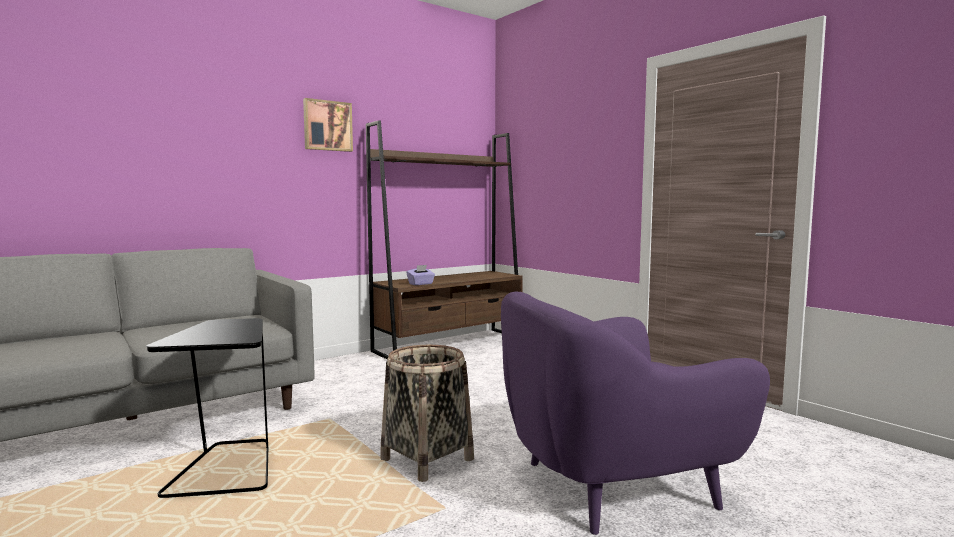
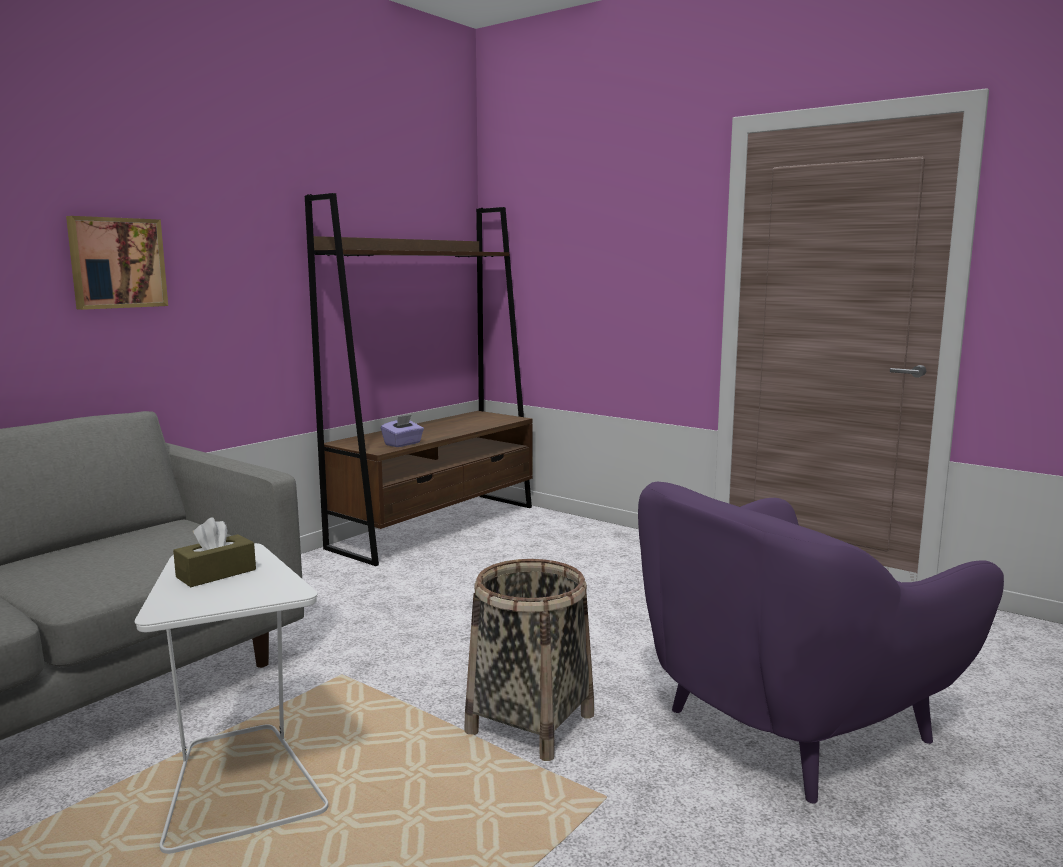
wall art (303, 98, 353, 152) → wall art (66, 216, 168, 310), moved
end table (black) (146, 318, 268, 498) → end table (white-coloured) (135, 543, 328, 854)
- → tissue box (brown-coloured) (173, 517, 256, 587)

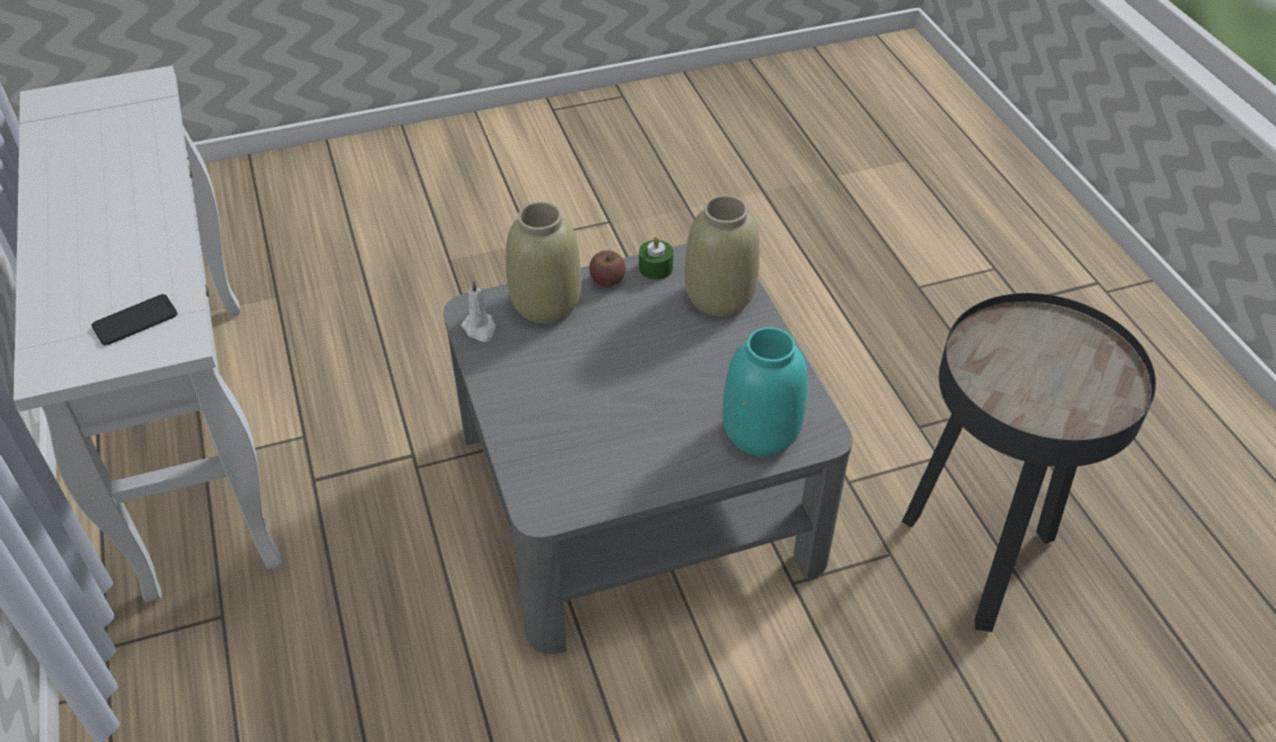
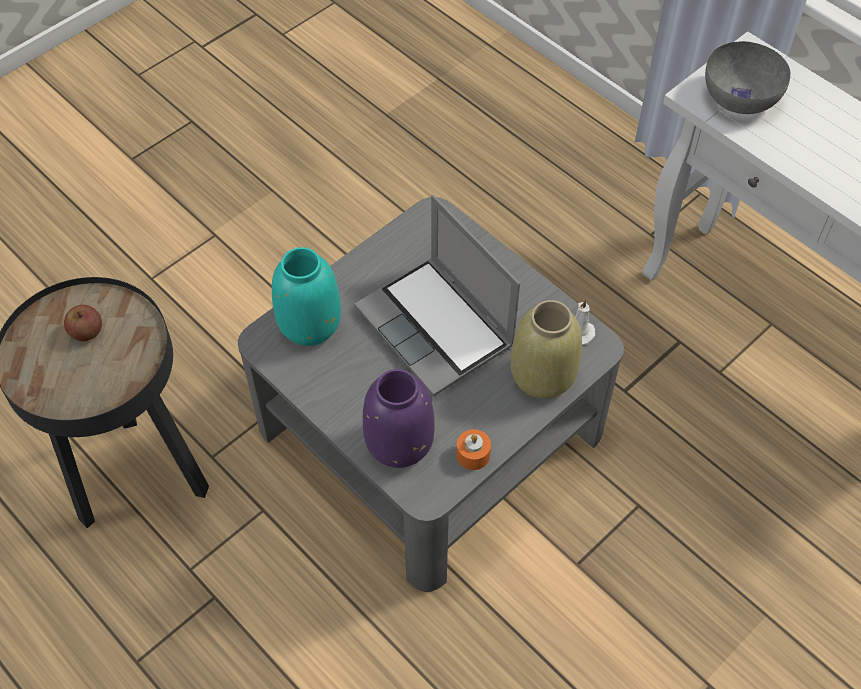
apple (589, 250, 626, 287) → apple (64, 305, 102, 341), moved
- → portable computer (354, 195, 520, 397)
decorative vase (beige) (685, 195, 760, 317) → decorative vase (purplish) (363, 369, 435, 468)
wax candle (green) (639, 236, 673, 280) → wax candle (orange-coloured) (456, 429, 491, 470)
phone (92, 294, 177, 345) → serving bowl (gray) (705, 41, 791, 114)

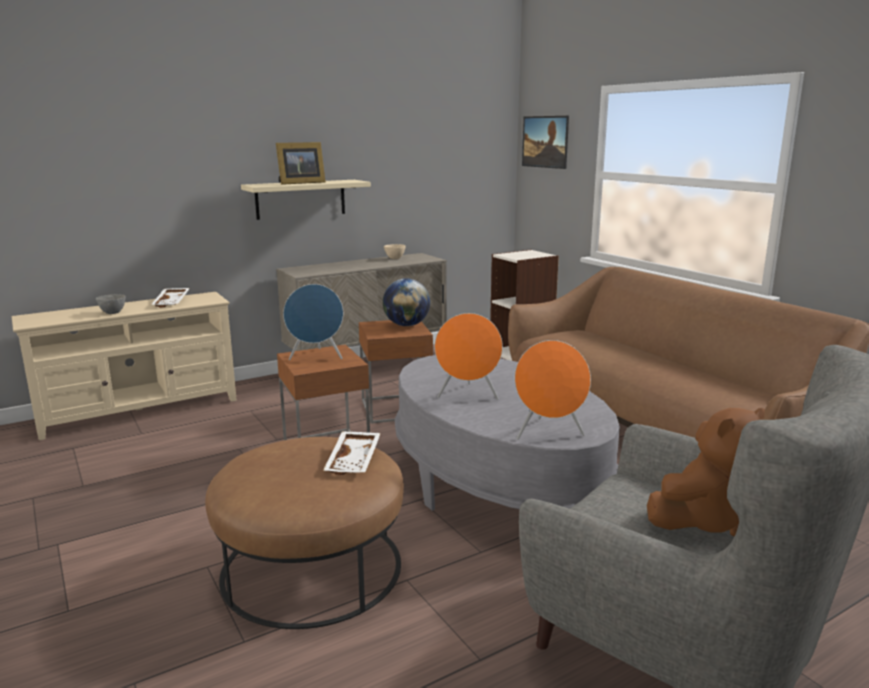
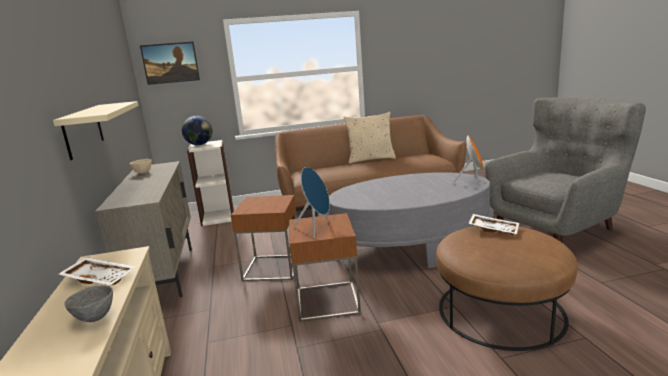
desk globe (383, 278, 430, 326) → desk globe (182, 116, 213, 145), moved
- → throw pillow (beige) (343, 112, 396, 164)
standing frame (276, 142, 326, 185) → -
loudspeaker (orange-coloured) (435, 313, 503, 399) → -
plush toy (brown-coloured) (647, 408, 765, 536) → -

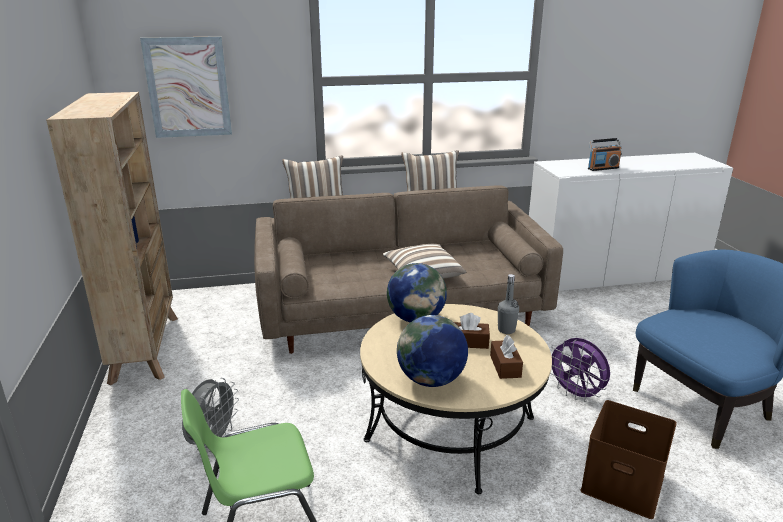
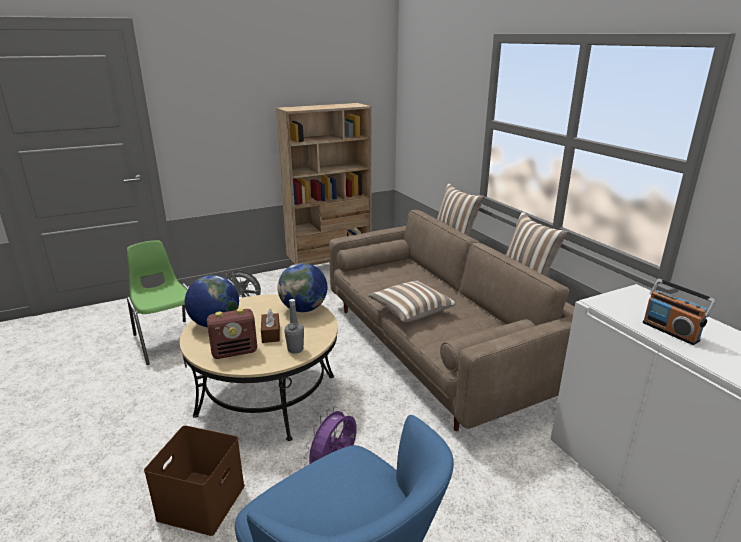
tissue box (brown-coloured) (490, 335, 523, 379) → radio receiver (207, 308, 257, 359)
wall art (140, 36, 232, 138) → -

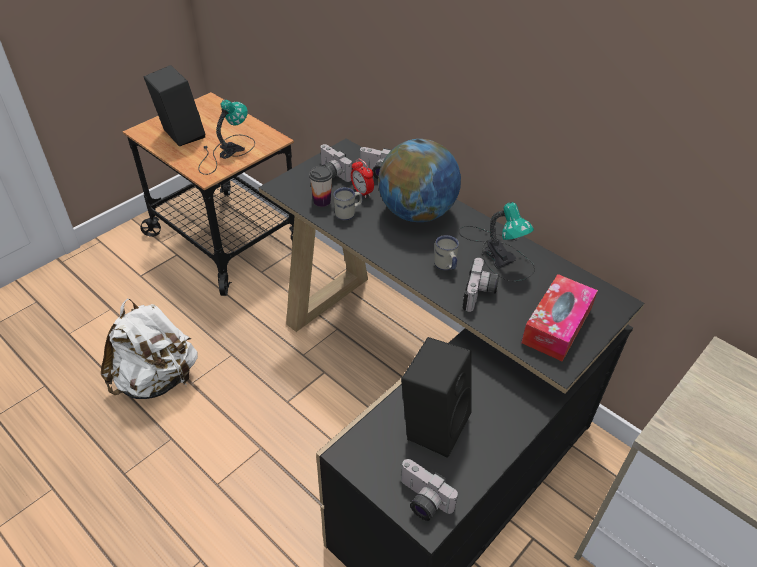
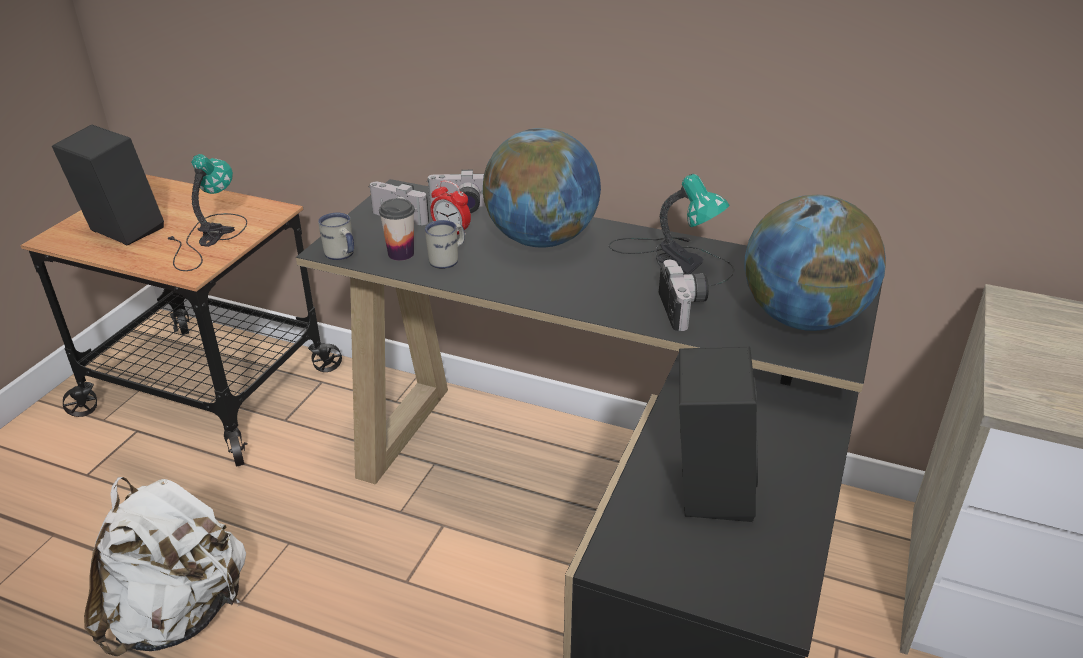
coffee mug (white-coloured) (434, 235, 459, 271) → coffee mug (white-coloured) (318, 213, 354, 260), moved
tissue box (521, 274, 598, 362) → desk globe (744, 195, 886, 331)
still camera (401, 459, 458, 521) → -

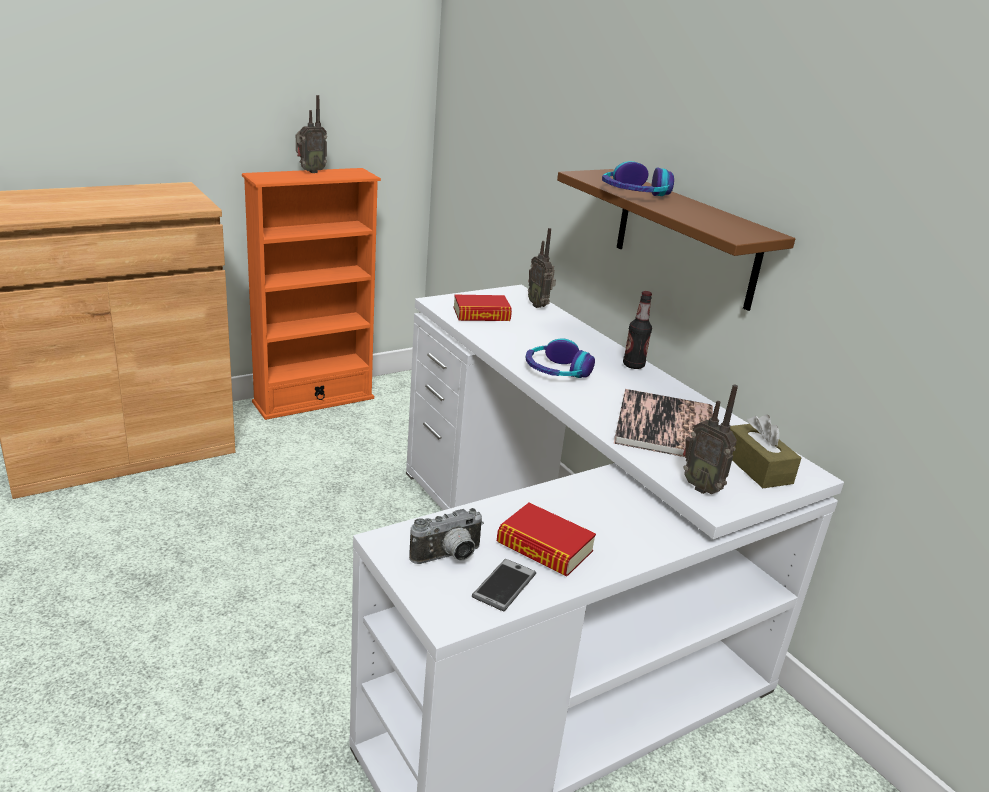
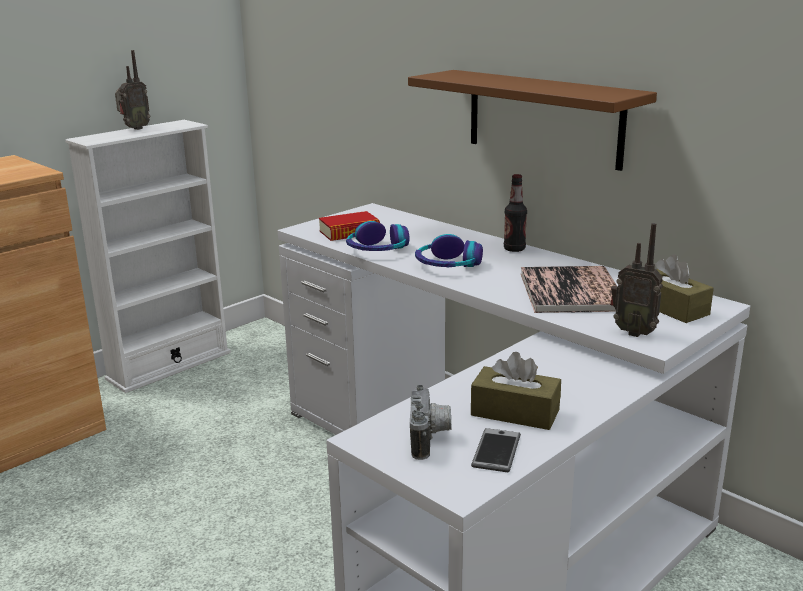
shelving unit (orange-coloured) (242, 168, 381, 420) → shelving unit (white-coloured) (65, 120, 231, 393)
pair of headphones (602, 161, 674, 196) → pair of headphones (346, 221, 410, 251), moved
still camera (409, 508, 484, 564) → still camera (410, 385, 452, 460), 45 degrees counterclockwise
bound book (497, 503, 596, 577) → tissue box (brown-coloured) (471, 352, 561, 430)
radio receiver (528, 228, 556, 308) → -

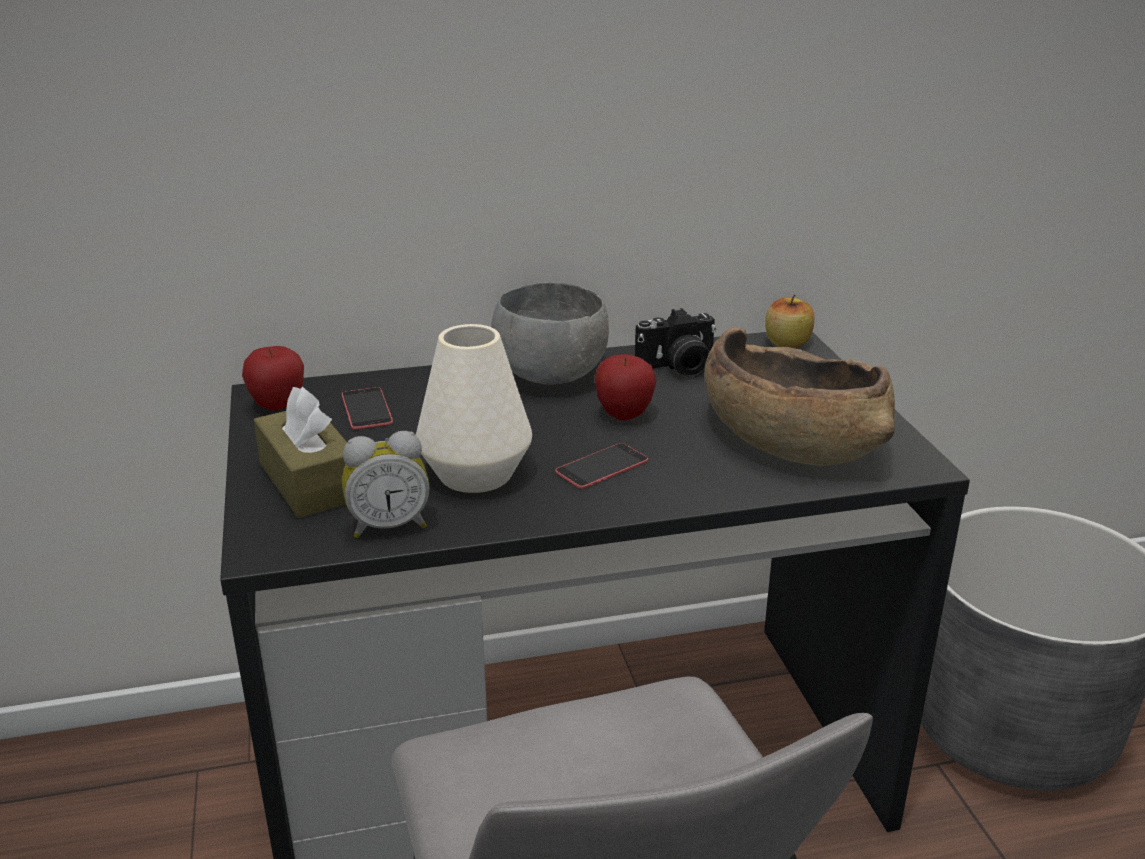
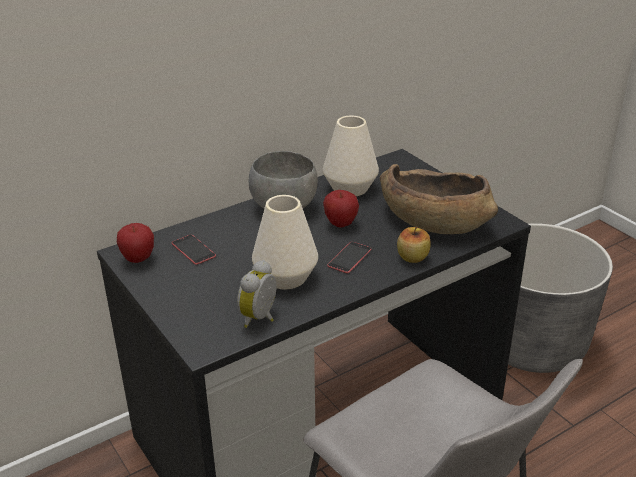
alarm clock (342, 431, 430, 538) → alarm clock (237, 260, 277, 328), 150 degrees clockwise
still camera (635, 308, 716, 377) → decorative vase (white-coloured) (323, 116, 379, 196)
apple (765, 294, 814, 348) → apple (397, 227, 431, 263), moved
tissue box (brown-coloured) (254, 387, 347, 518) → -

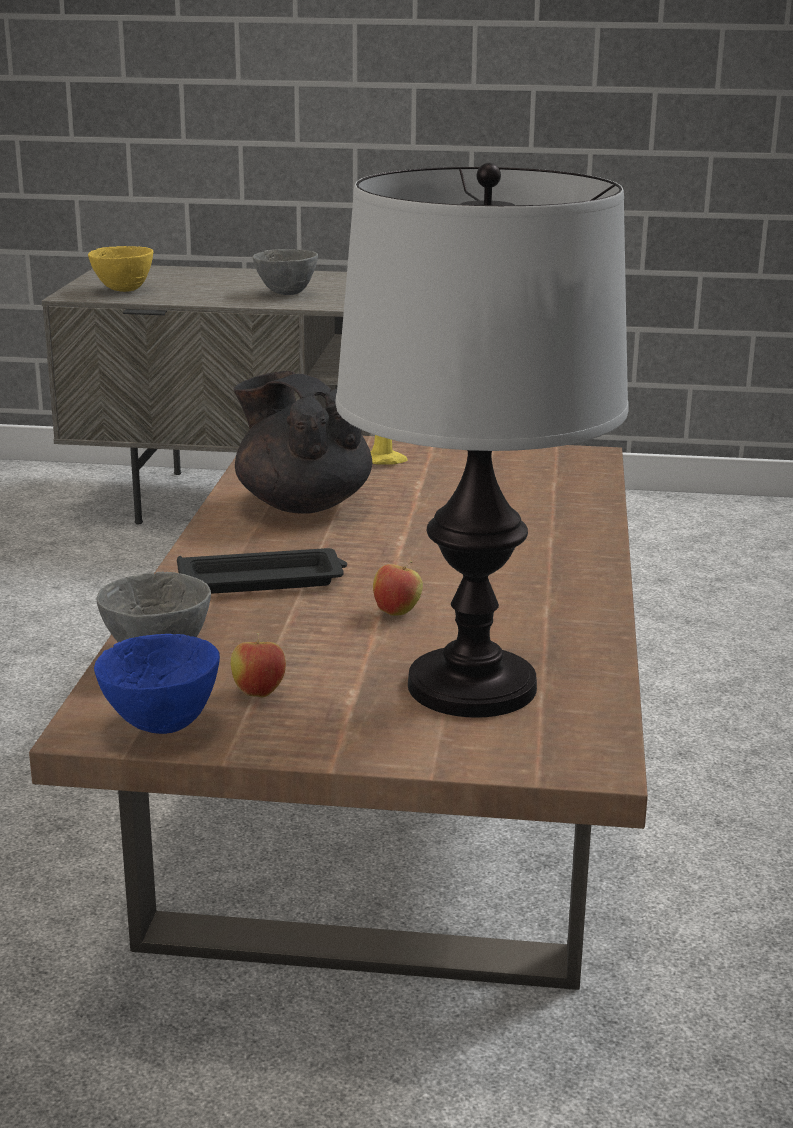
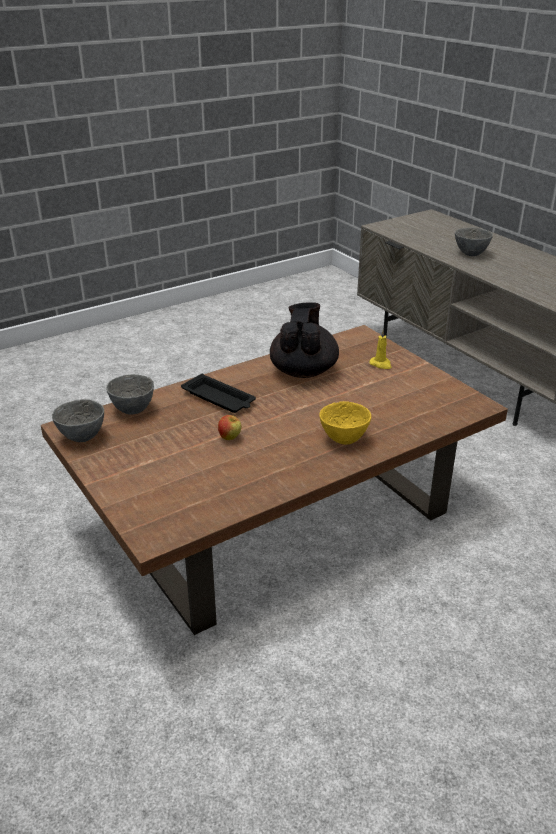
serving bowl (blue-coloured) (94, 634, 220, 734) → serving bowl (gray) (52, 399, 104, 442)
serving bowl (yellow) (88, 246, 153, 292) → serving bowl (yellow) (319, 401, 371, 445), moved
apple (231, 633, 286, 698) → -
table lamp (335, 163, 629, 718) → -

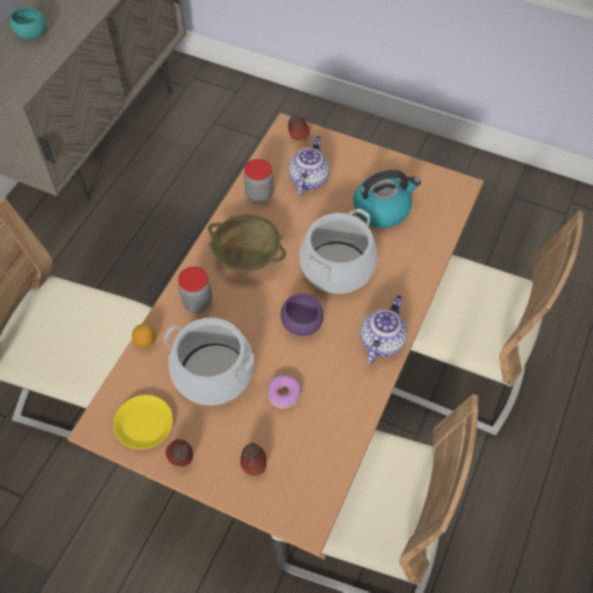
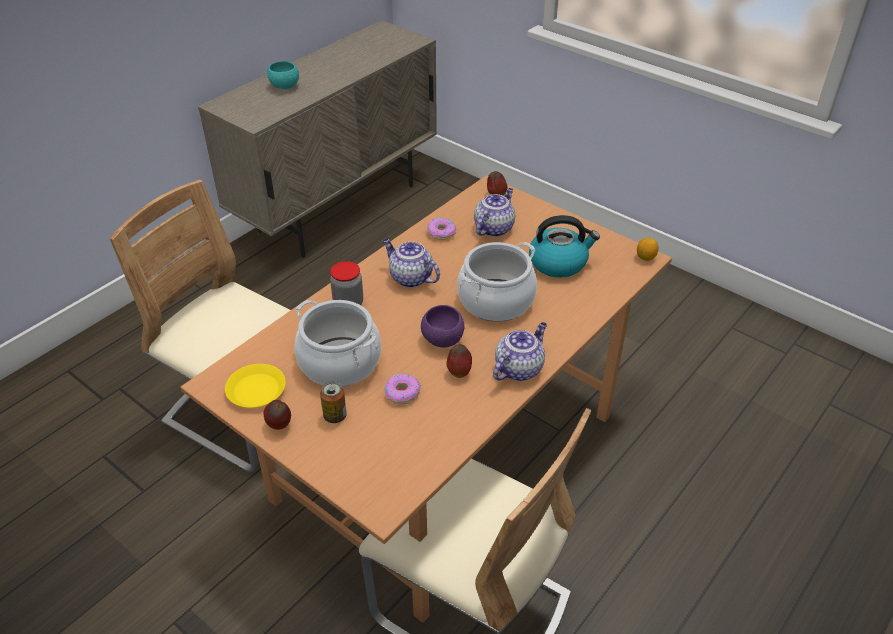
- → can (320, 382, 347, 423)
serving bowl (beige) (208, 215, 286, 272) → pot for tea (382, 238, 440, 288)
preserve jar (244, 159, 273, 204) → ring doughnut (427, 218, 456, 240)
apple (240, 443, 267, 476) → apple (446, 344, 472, 378), moved
lemon (132, 324, 156, 348) → lemon (637, 238, 659, 261), moved
upright chair (beige) (391, 211, 583, 436) → -

